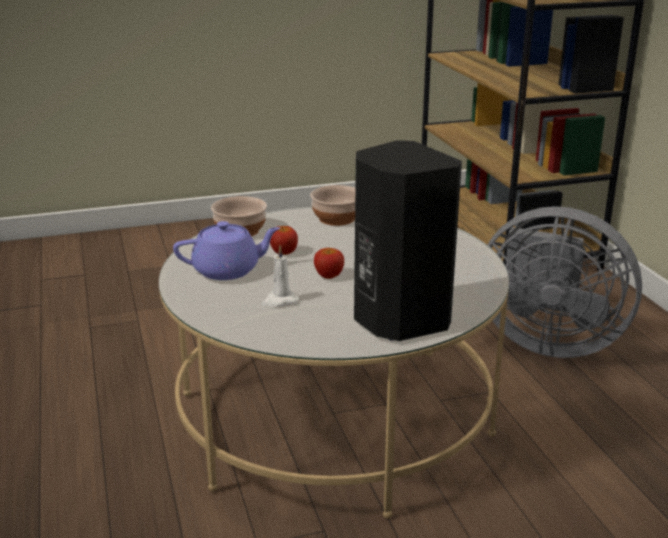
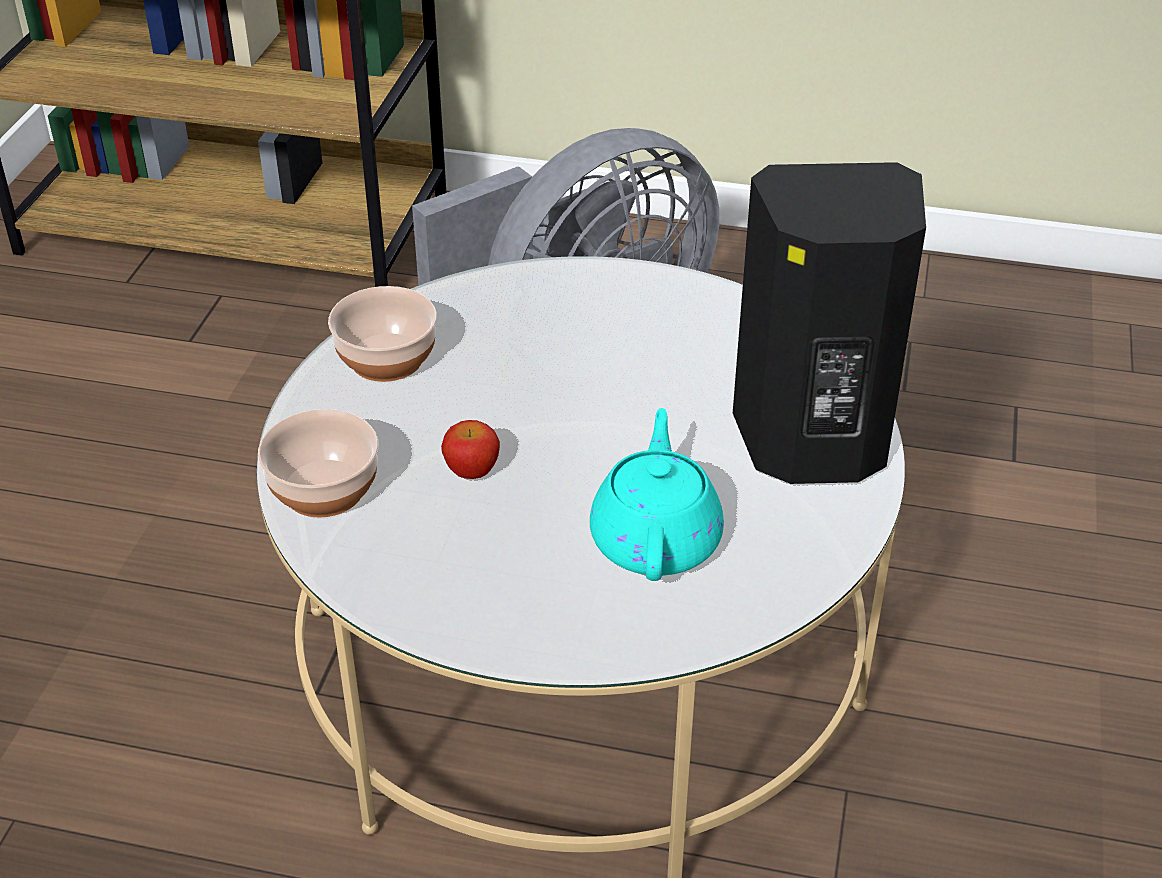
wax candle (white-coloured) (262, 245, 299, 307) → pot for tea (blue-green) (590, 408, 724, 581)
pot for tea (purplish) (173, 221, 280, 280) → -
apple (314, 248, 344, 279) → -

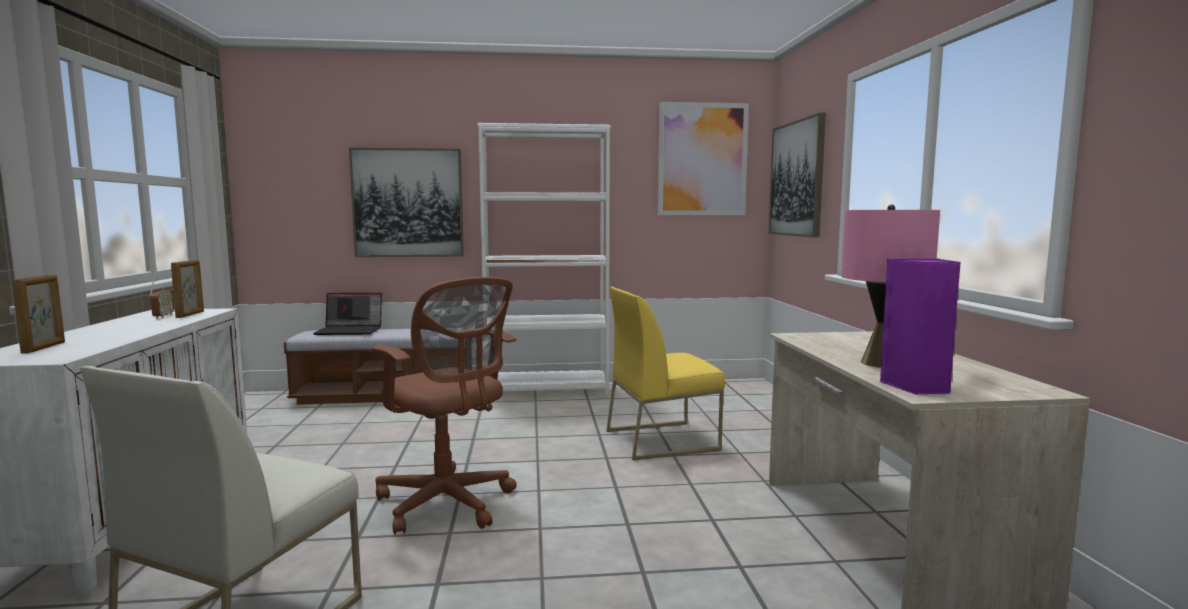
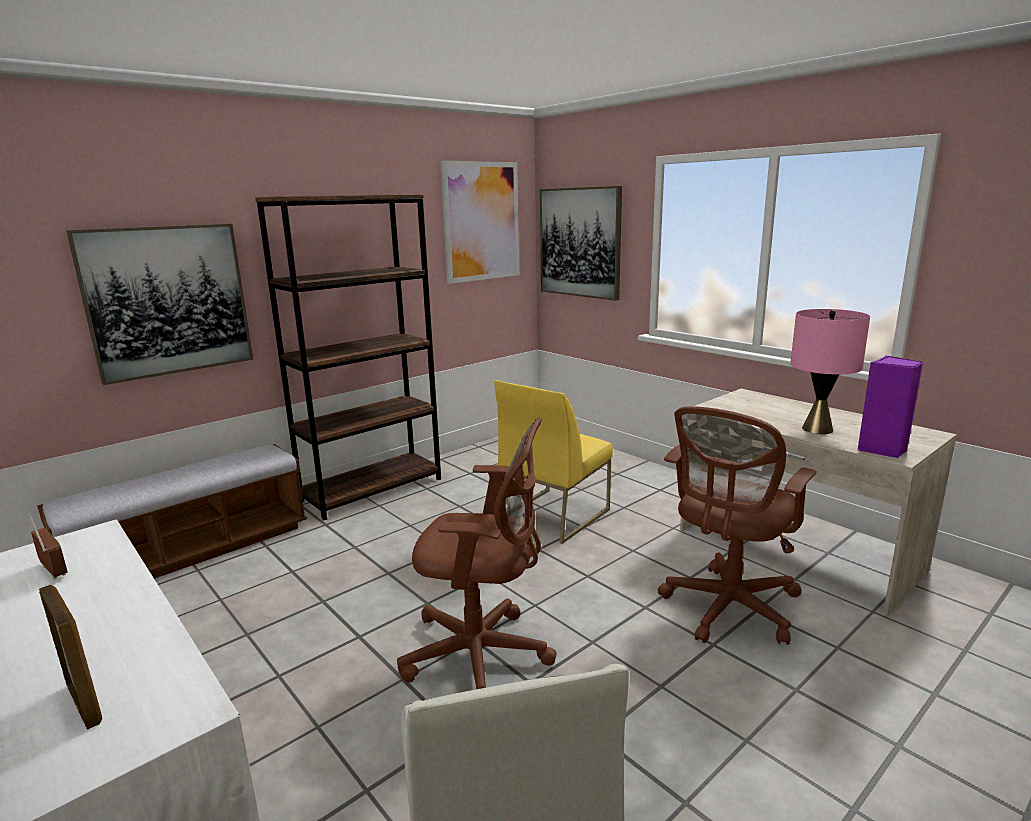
shelving unit (white-coloured) (477, 123, 611, 396) → shelving unit (brown-coloured) (255, 194, 441, 520)
- → desk chair (brown-coloured) (658, 406, 817, 645)
standing frame (171, 260, 204, 318) → -
portable computer (313, 293, 382, 335) → -

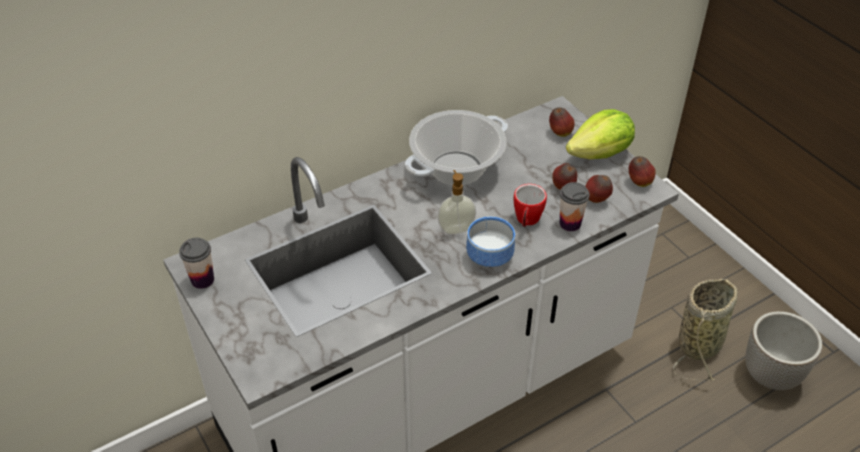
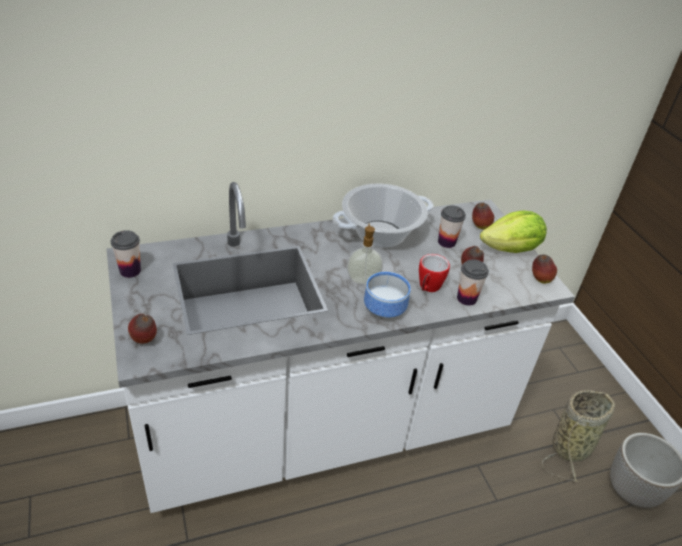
apple (585, 175, 613, 203) → apple (128, 314, 157, 344), moved
- → cup (438, 205, 466, 248)

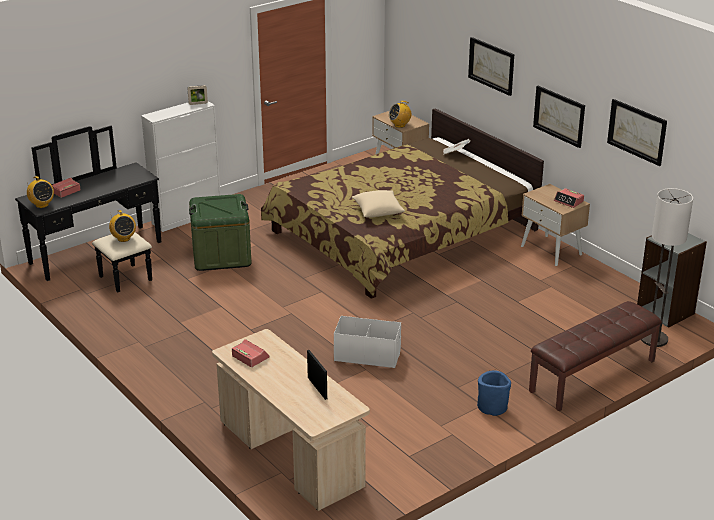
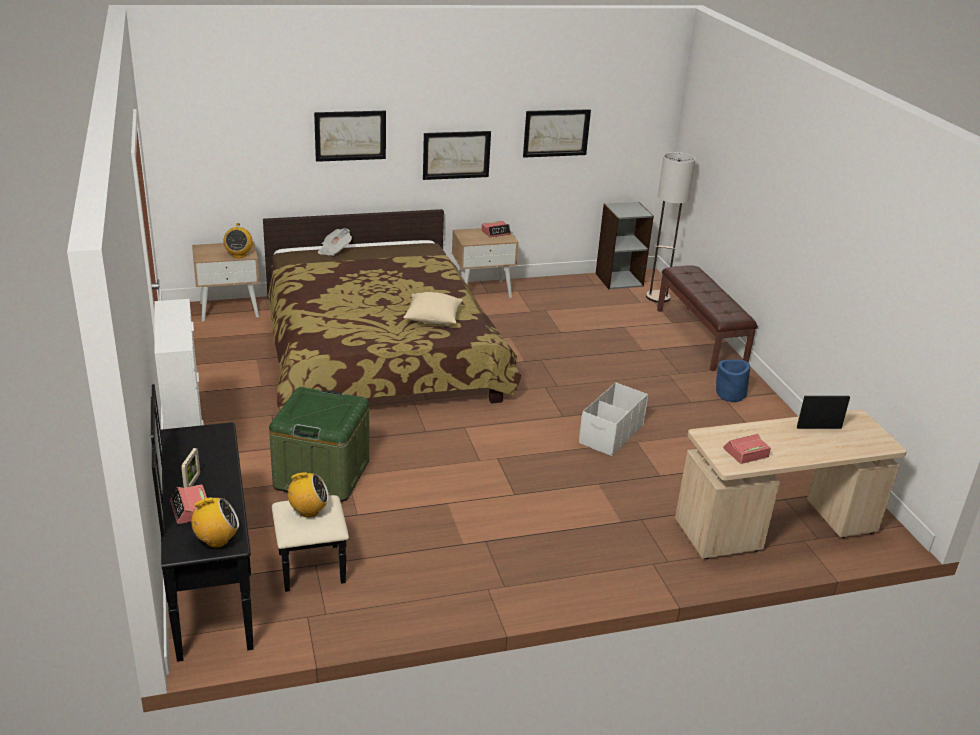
standing frame (188, 85, 208, 105) → standing frame (181, 448, 200, 488), moved

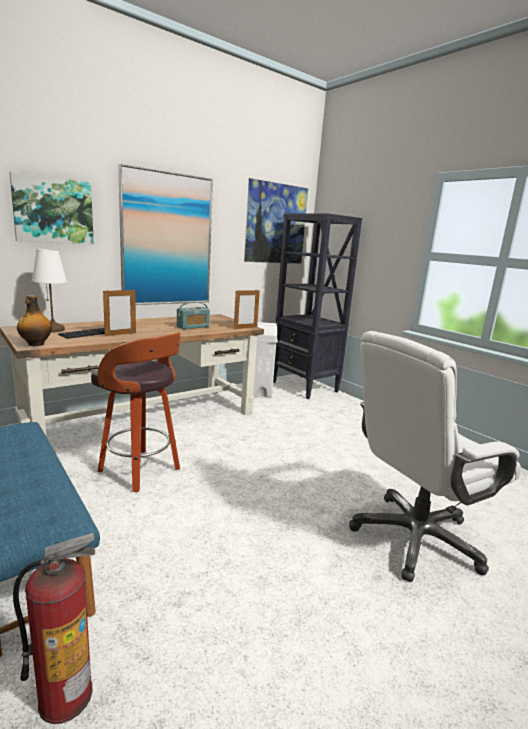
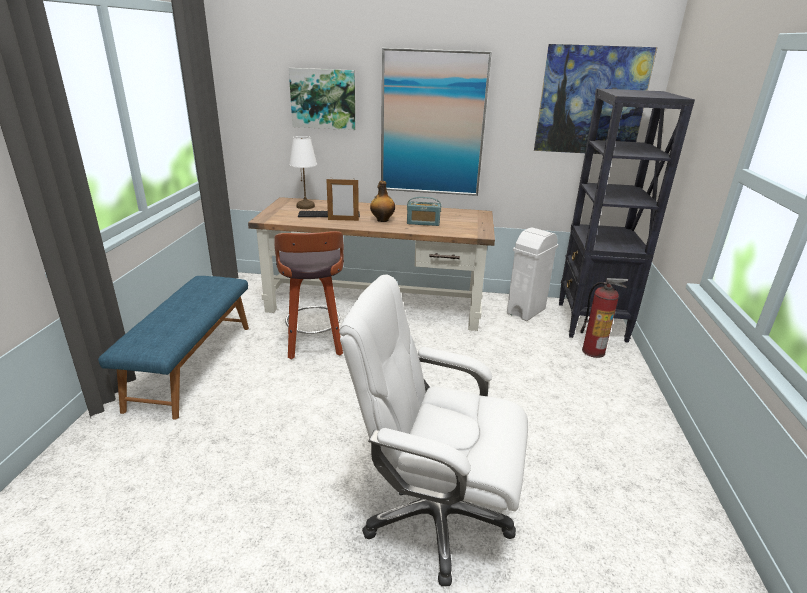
beverage bottle (17, 295, 52, 346) → beverage bottle (370, 181, 395, 222), moved
extinguisher (13, 533, 95, 724) → extinguisher (580, 278, 628, 358), moved
standing frame (234, 289, 260, 329) → -

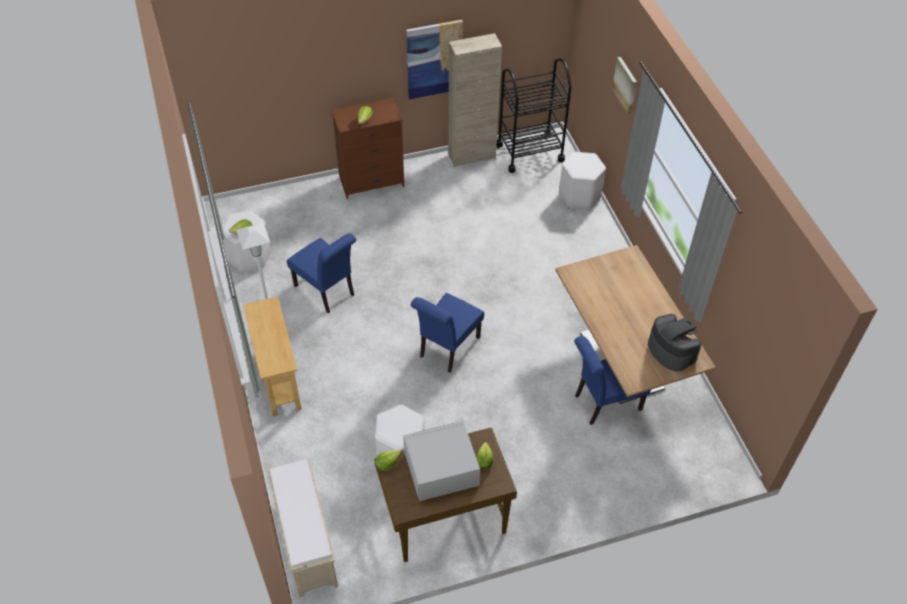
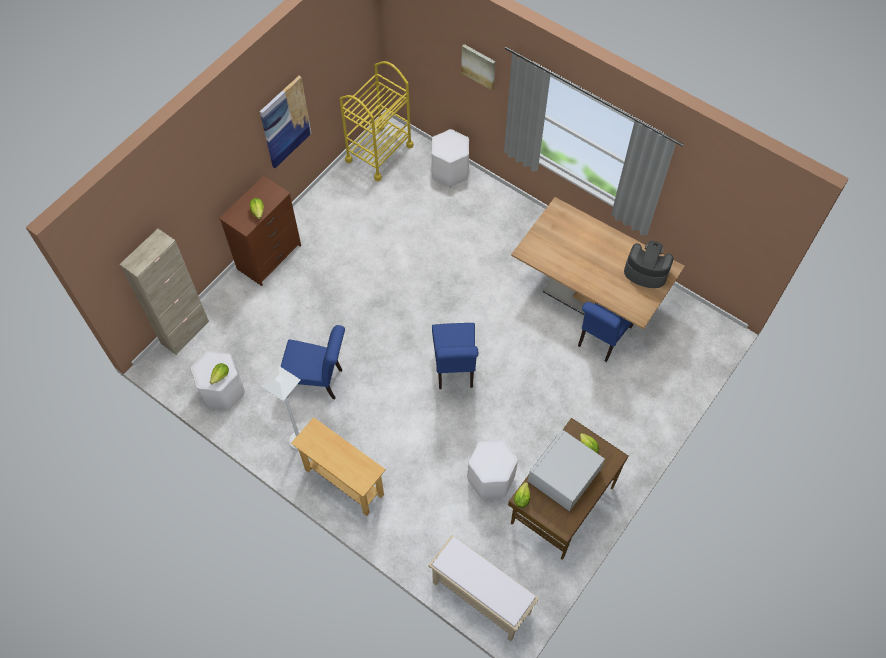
cupboard (beige) (448, 33, 502, 167) → cupboard (beige) (120, 229, 209, 355), moved
trolley (black) (497, 58, 572, 173) → trolley (yellow) (340, 61, 413, 182)

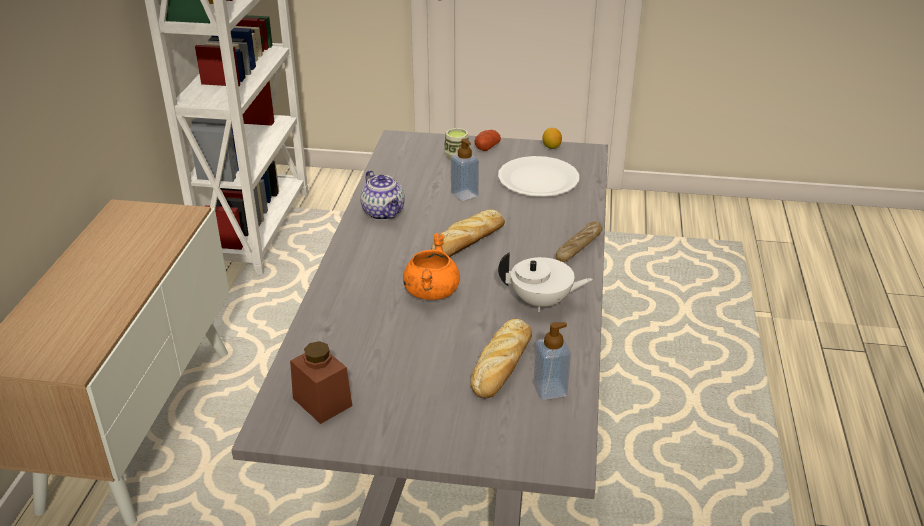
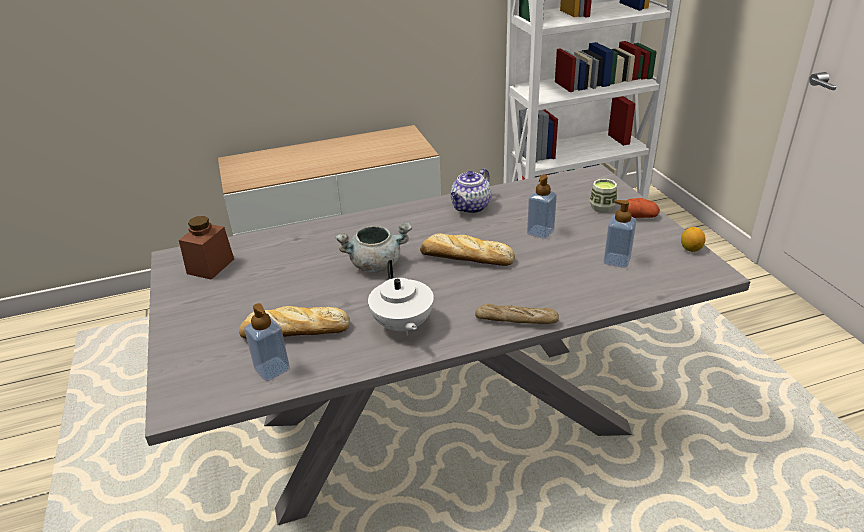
stockpot (orange-coloured) (403, 233, 460, 300) → stockpot (gray) (335, 222, 412, 273)
plate (white-coloured) (498, 156, 579, 197) → soap bottle (603, 200, 636, 268)

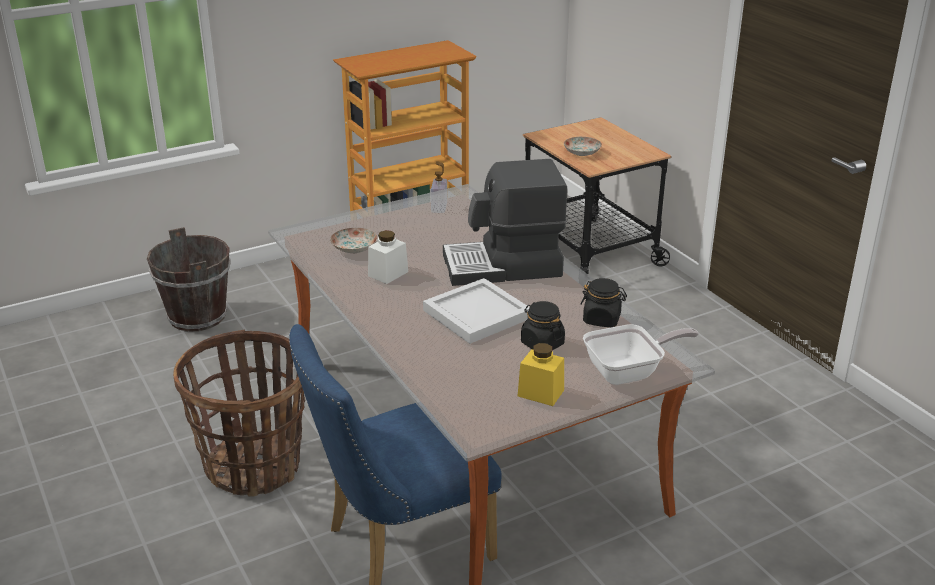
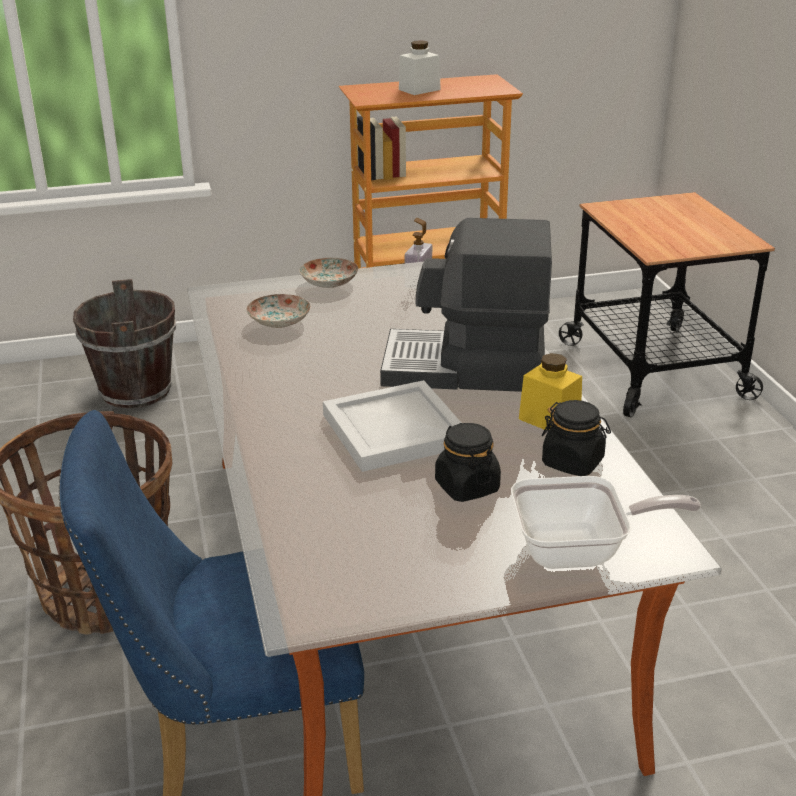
plate (564, 137, 602, 156) → plate (299, 257, 358, 288), moved
preserve jar (white-coloured) (368, 230, 408, 284) → preserve jar (white-coloured) (399, 40, 441, 95), moved
preserve jar (yellow) (518, 343, 564, 406) → preserve jar (yellow) (519, 353, 582, 431), moved

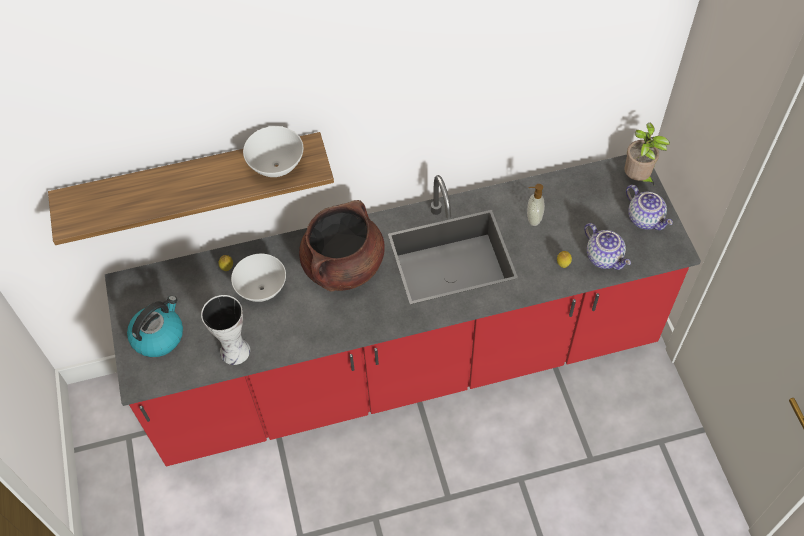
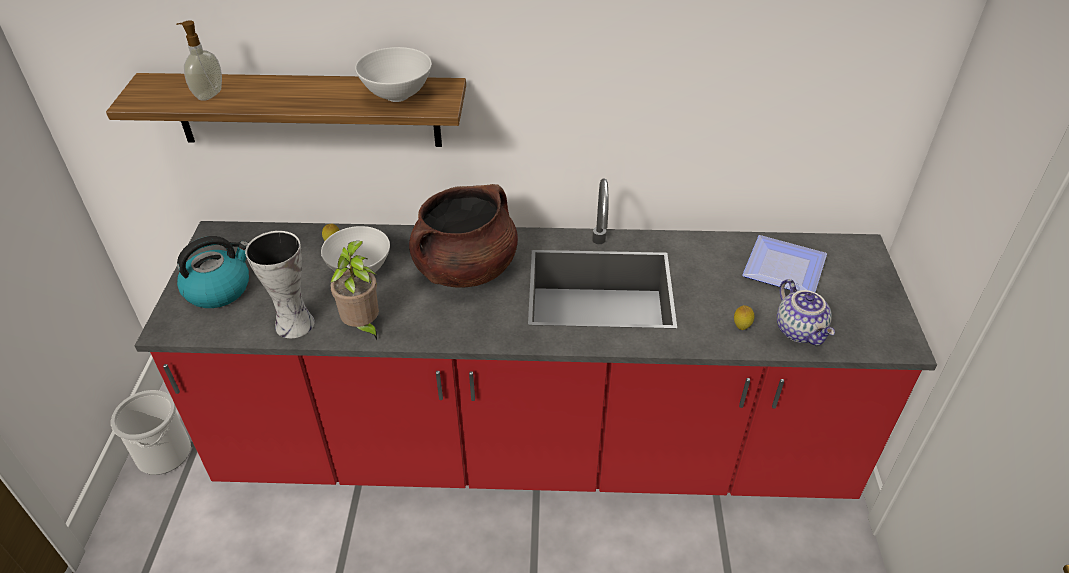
- → bucket (111, 390, 191, 475)
soap bottle (527, 184, 545, 226) → soap bottle (176, 20, 222, 101), moved
plant in a pot (624, 122, 670, 185) → plant in a pot (330, 241, 379, 340), moved
- → plate (742, 235, 827, 292)
pot for tea (626, 185, 673, 230) → -

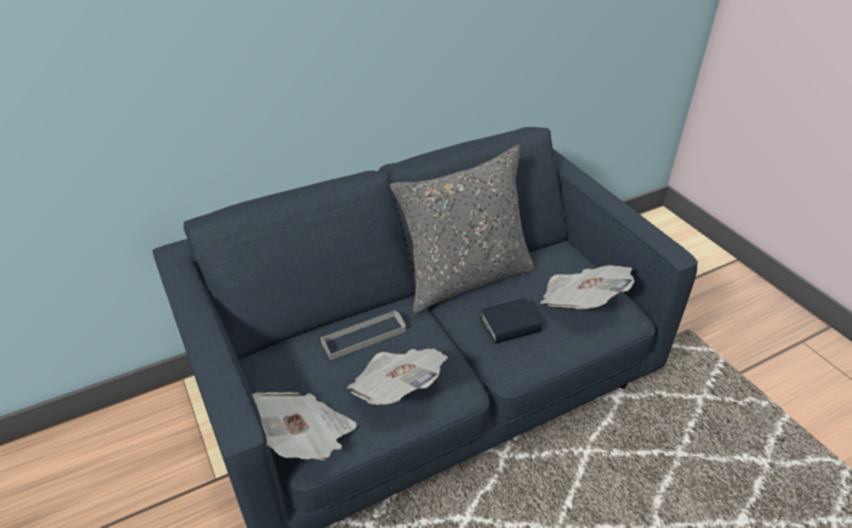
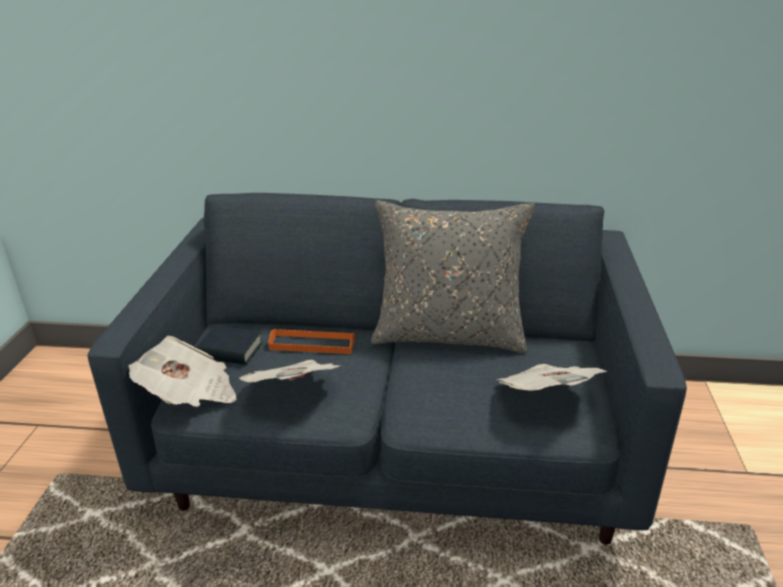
bound book (479, 298, 542, 344) → bound book (196, 326, 263, 365), moved
serving tray (gray) (320, 310, 406, 360) → serving tray (orange-coloured) (268, 328, 355, 354)

